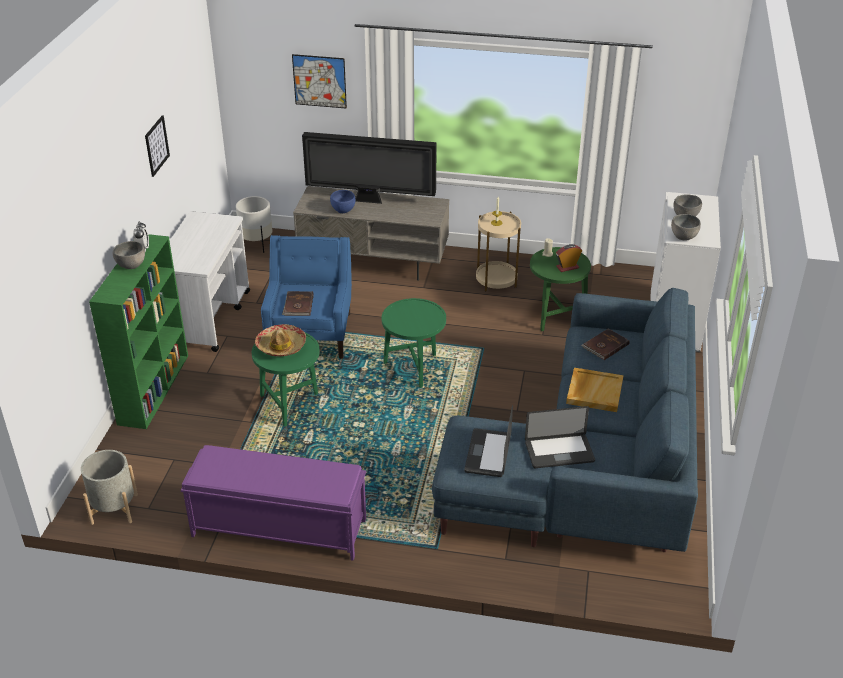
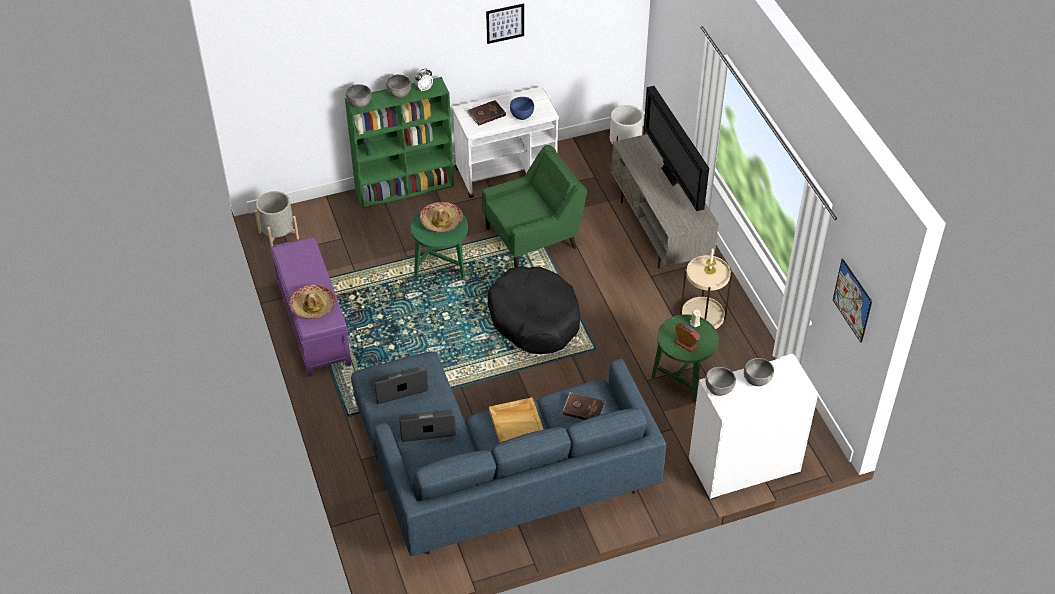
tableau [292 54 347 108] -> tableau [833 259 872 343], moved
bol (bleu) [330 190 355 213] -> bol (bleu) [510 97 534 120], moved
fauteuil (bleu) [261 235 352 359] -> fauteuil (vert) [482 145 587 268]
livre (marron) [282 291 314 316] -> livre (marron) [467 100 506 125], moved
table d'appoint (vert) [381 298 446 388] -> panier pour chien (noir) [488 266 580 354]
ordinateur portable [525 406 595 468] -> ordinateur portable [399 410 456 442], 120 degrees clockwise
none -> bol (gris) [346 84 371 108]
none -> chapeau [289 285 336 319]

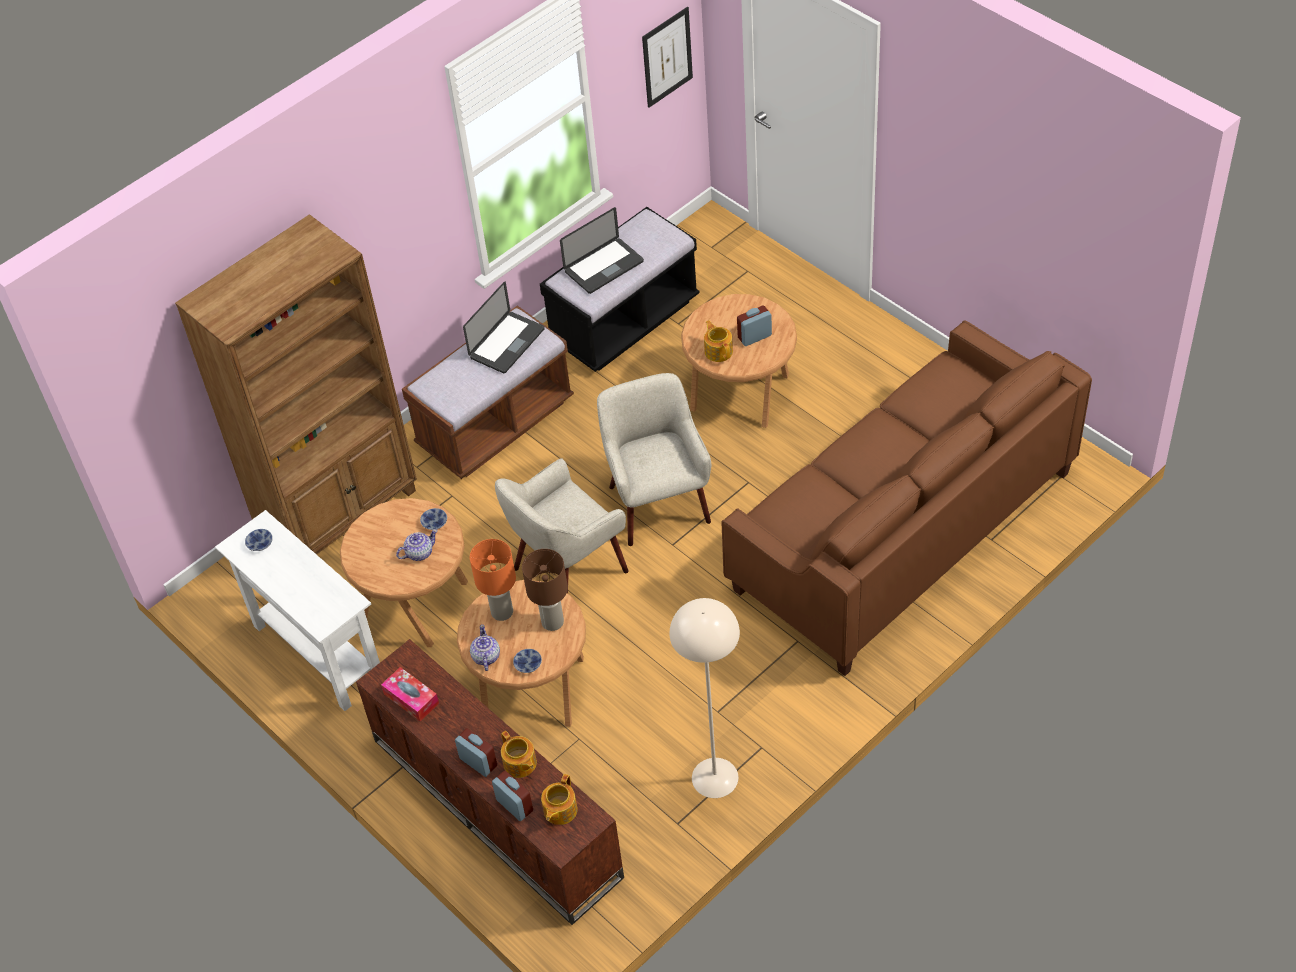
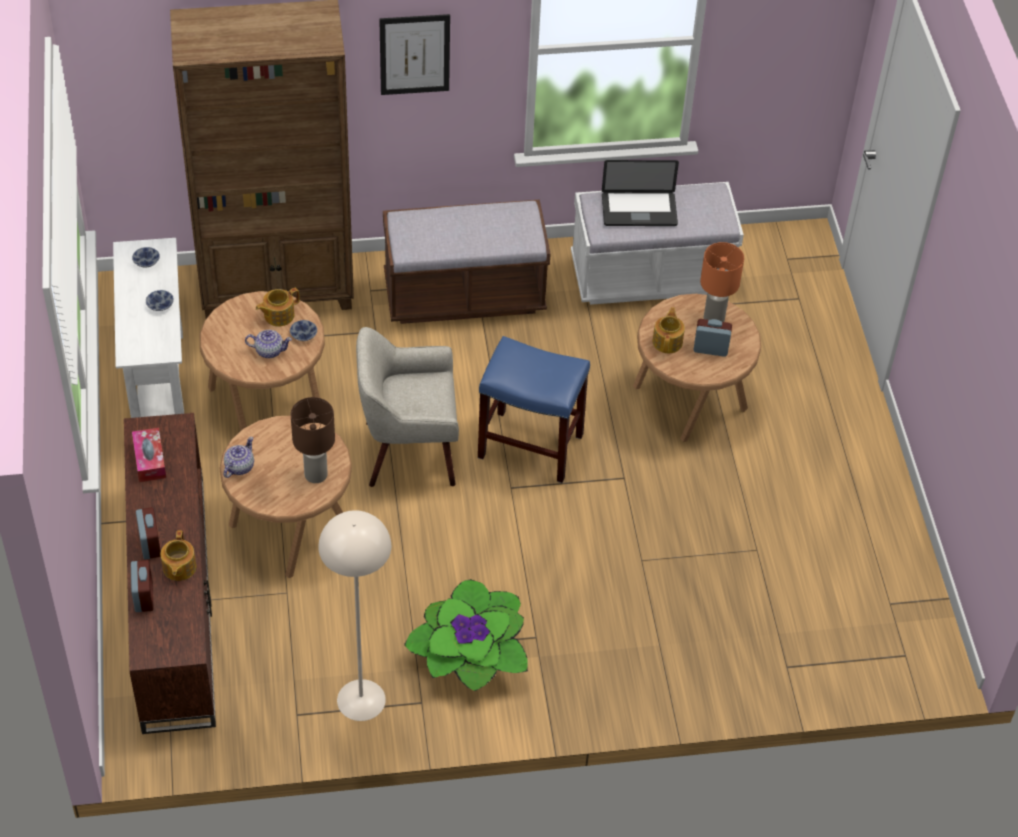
tableau [642 6 693 108] -> tableau [379 14 450 95], moved
banc (noir) [540 207 699 372] -> banc (blanc) [571 182 744 305]
ordinateur portable [463 282 545 373] -> none
canapé (marron) [722 320 1092 676] -> none
fauteuil (beige) [597 373 711 546] -> tabouret (bleu) [478 336 590 483]
lampe de table (orange) [470 539 516 621] -> lampe de table (orange) [700 242 744 322], moved
bol [513 649 542 673] -> bol [146 290 174 311], moved
théière [541 774 578 825] -> théière [256 288 300 326], moved
none -> plante en pot [404 579 528 691]

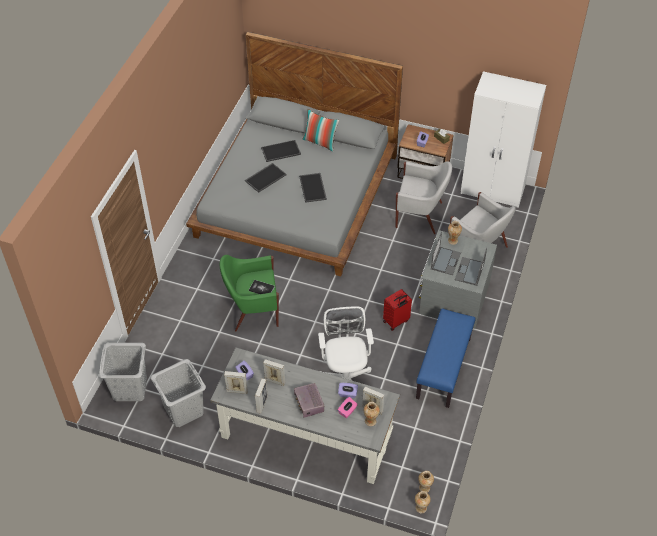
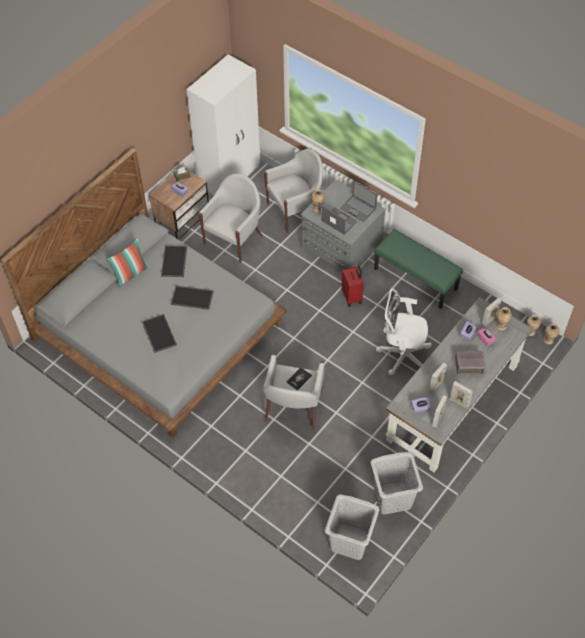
plateau [261 140 301 162] -> plateau [161 245 187 277], moved
fauteuil (vert) [220 255 279 332] -> fauteuil (blanc) [263 353 324 430]
banc (bleu) [416 309 476 408] -> banc (vert) [374 229 463 309]

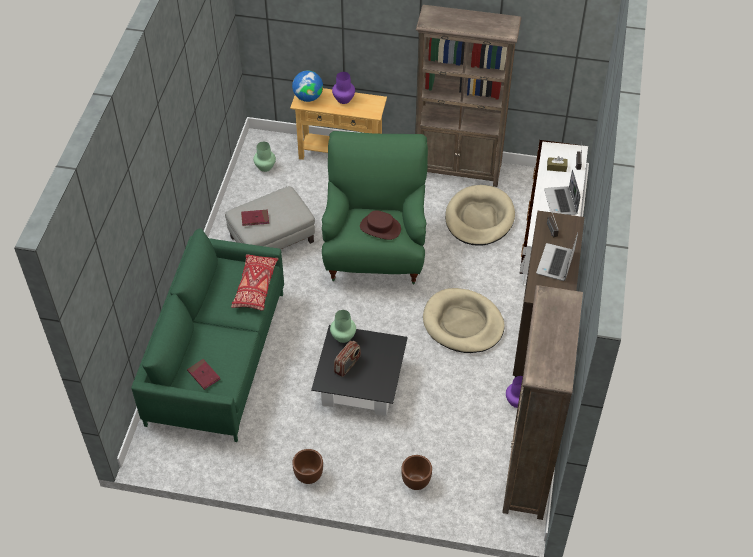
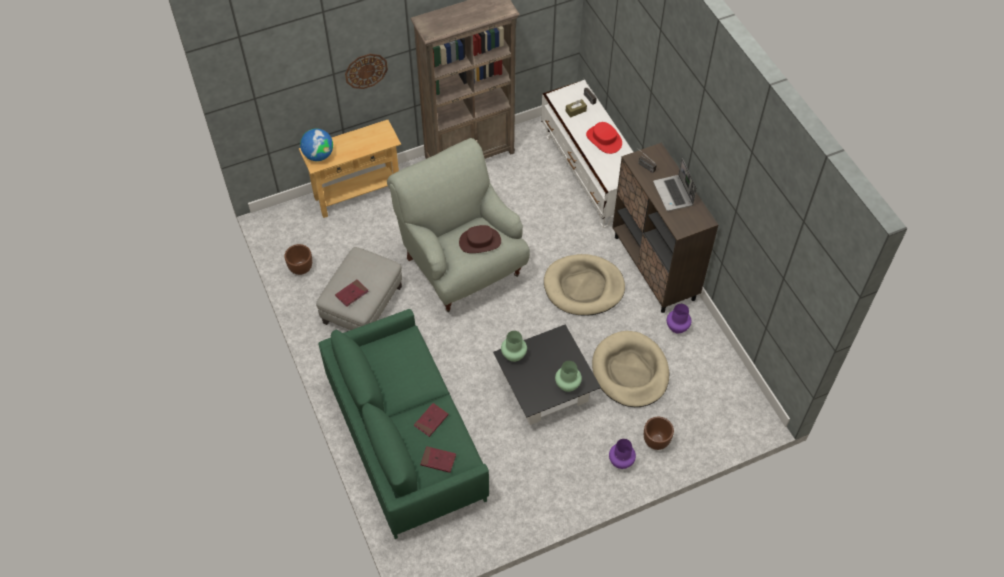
vase (violet) [332 72 355 104] -> vase (violet) [609 439 636 469], moved
fauteuil (vert) [322 131 428 284] -> fauteuil (gris) [387 138 530 312]
vase (vert) [253 142 276 172] -> vase (vert) [555 361 582 392], moved
ordinateur portable [544 169 581 215] -> chapeau (rouge) [586 122 622 154]
panier pour chien (beige) [445 185 515 246] -> panier pour chien (beige) [592 331 669 407], moved
coussin (rouge) [231 254 279 311] -> none
bibliothèque (marron) [502 285 583 520] -> none
radio [334 341 361 377] -> none
cache-pot (marron) [292 449 323 484] -> cache-pot (marron) [285 244 312 275], moved
none -> horloge murale [345 54 388 89]
none -> livre (rouge) [414 403 449 437]

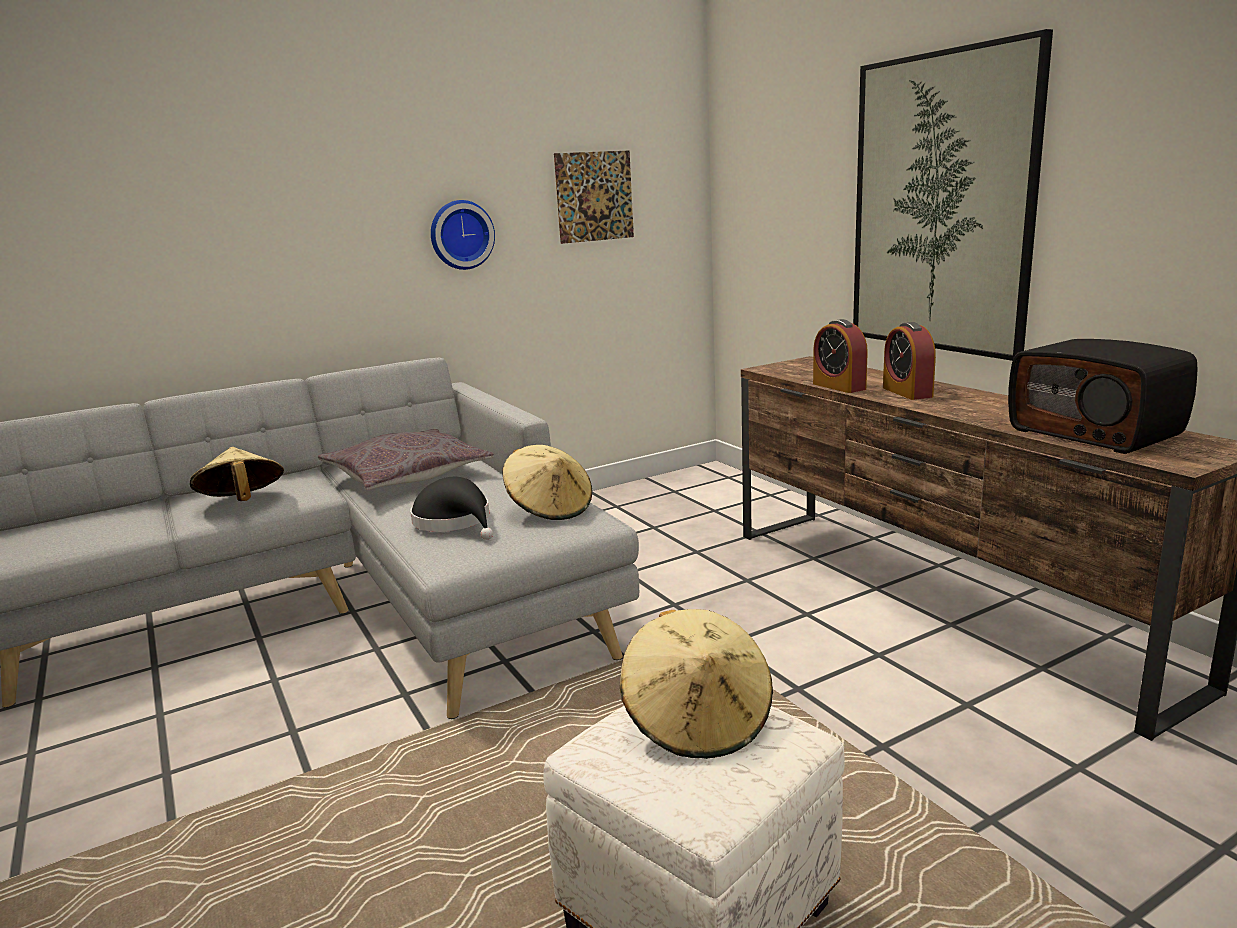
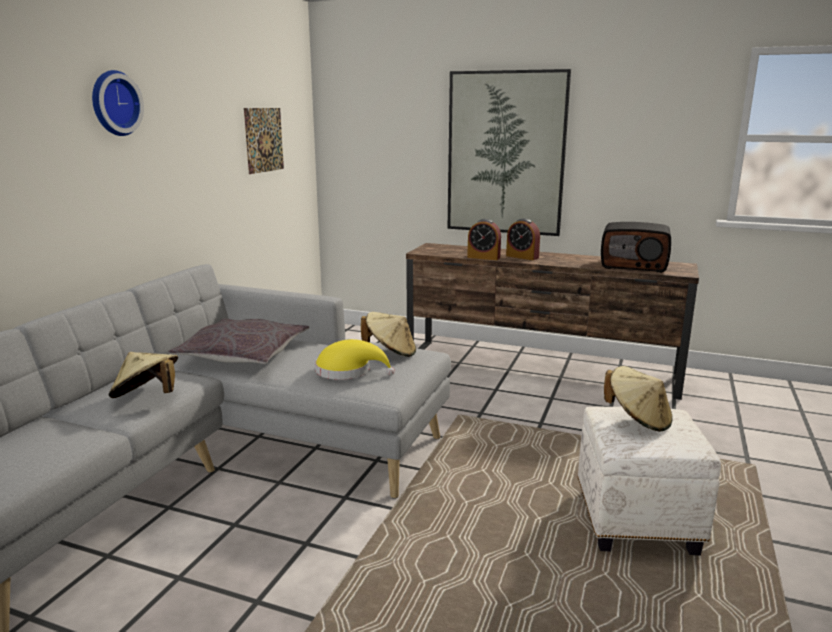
horloge murale [431 200 495 270] -> horloge murale [92 70 144 136], moved
chapeau (noir) [410 477 493 540] -> chapeau (jaune) [315 339 394 380]

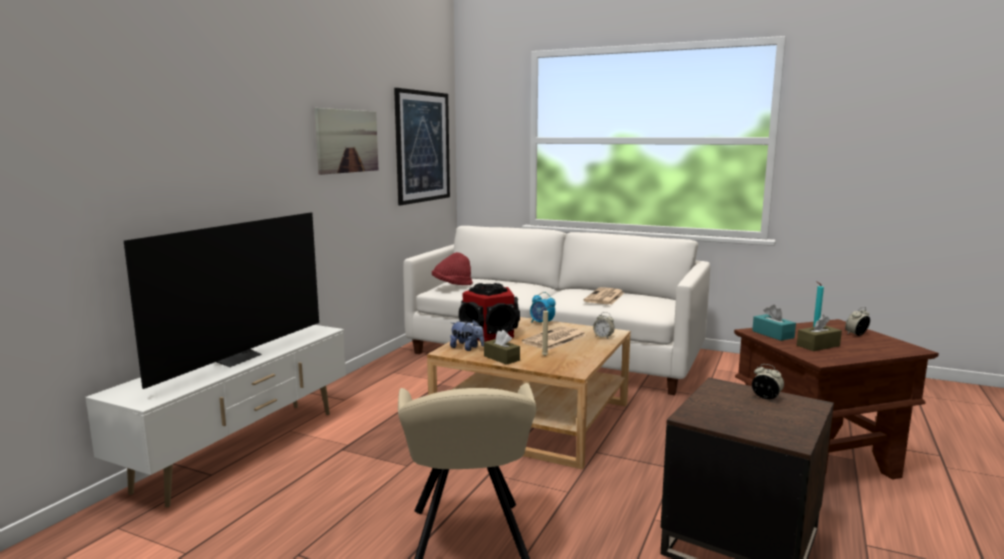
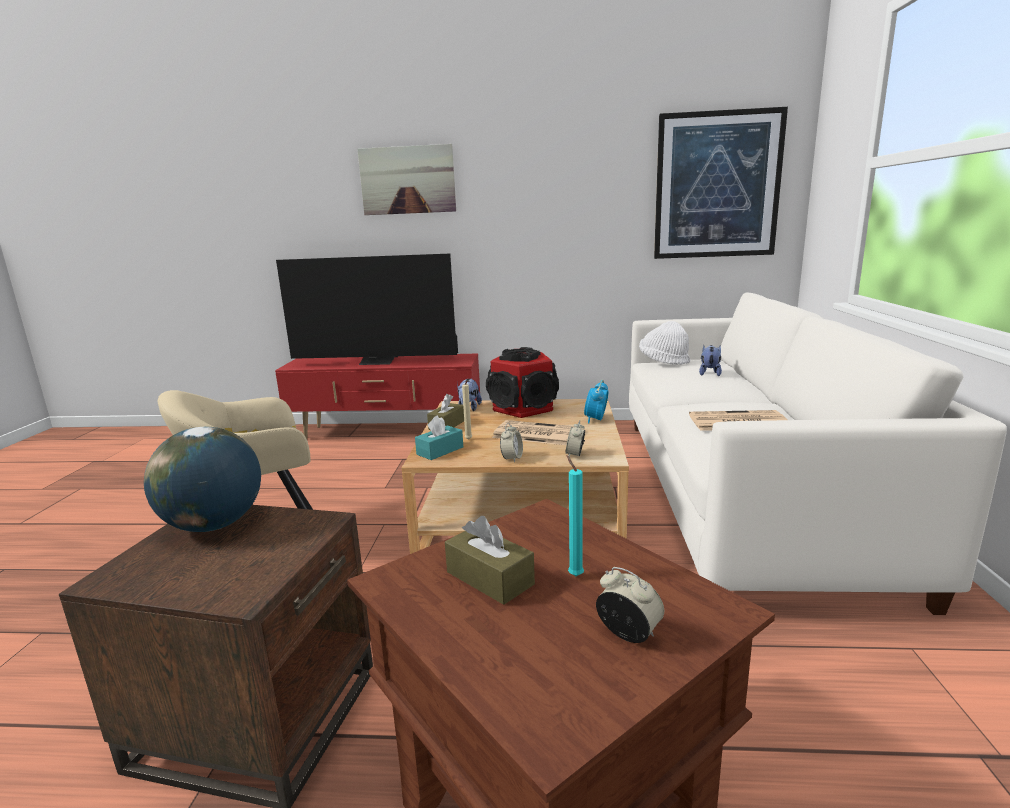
tableau [315 108 378 175] -> tableau [357 144 456 215], moved
chapeau (rouge) [432 252 473 285] -> chapeau (blanc) [639 321 690 365]
boîte à mouchoirs (turquoise) [752 305 796 341] -> boîte à mouchoirs (turquoise) [415 415 463 460], moved
meuble télé (blanc) [85 325 346 507] -> meuble télé (rouge) [275 353 480 439]
réveil [752 364 784 399] -> réveil [500 423 523 463], moved
none -> peluche [699 345 722 376]
none -> globe [144 427 261 532]

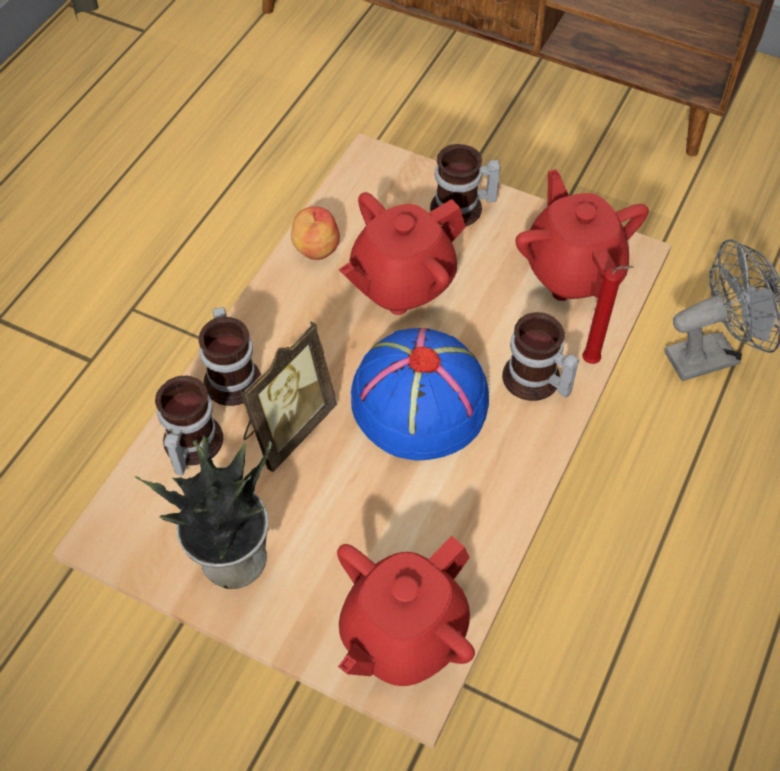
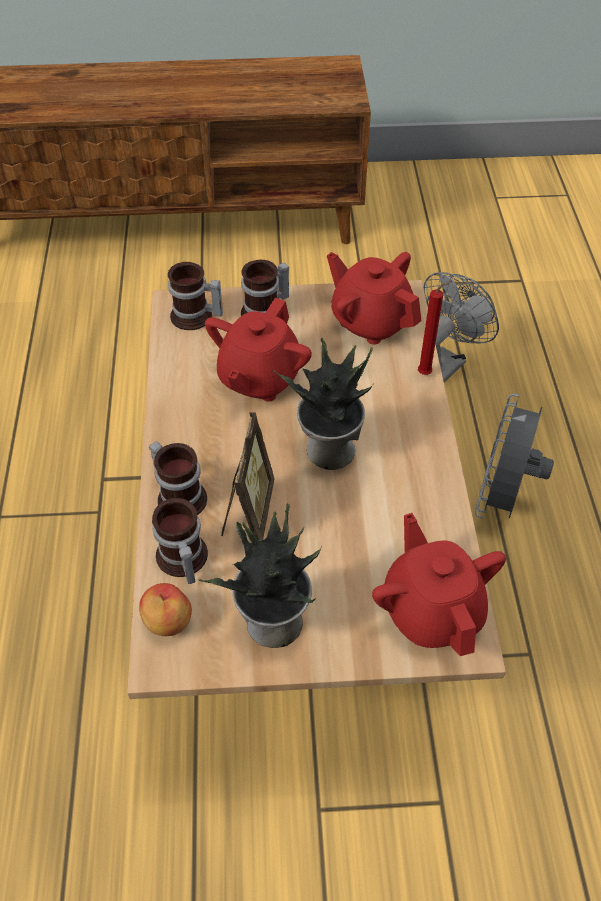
pomme [291 206 340 260] -> pomme [139 583 192 636], moved
mug [502 312 579 401] -> mug [168 262 223 330], moved
chapeau (bleu) [351 328 489 460] -> plante en pot [272 338 373 470]
théière (rouge) [337 536 475 686] -> théière (rouge) [372 513 506 656], 150 degrees clockwise
none -> ventilateur (gris) [475 394 554 519]

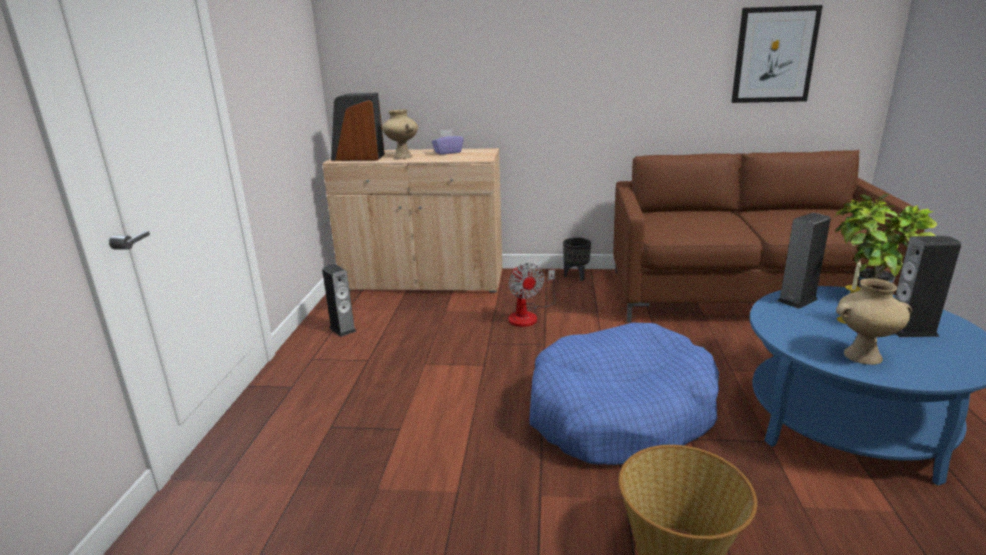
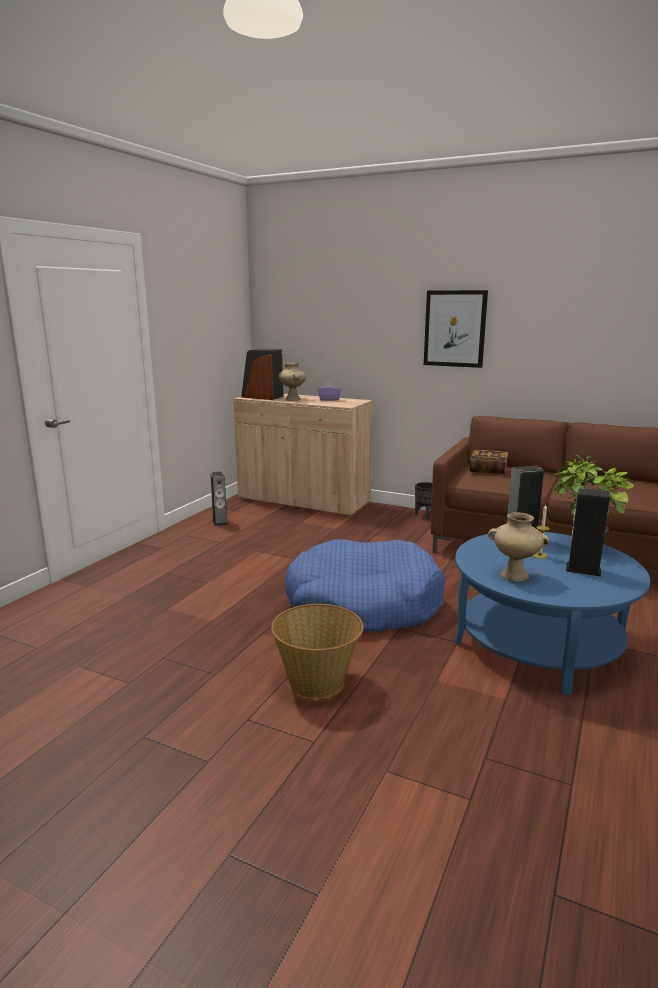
tableau [732 5 823 103] -> tableau [424 290 488 368], moved
ventilateur [508 263 555 327] -> none
none -> livre [470 449 508 474]

